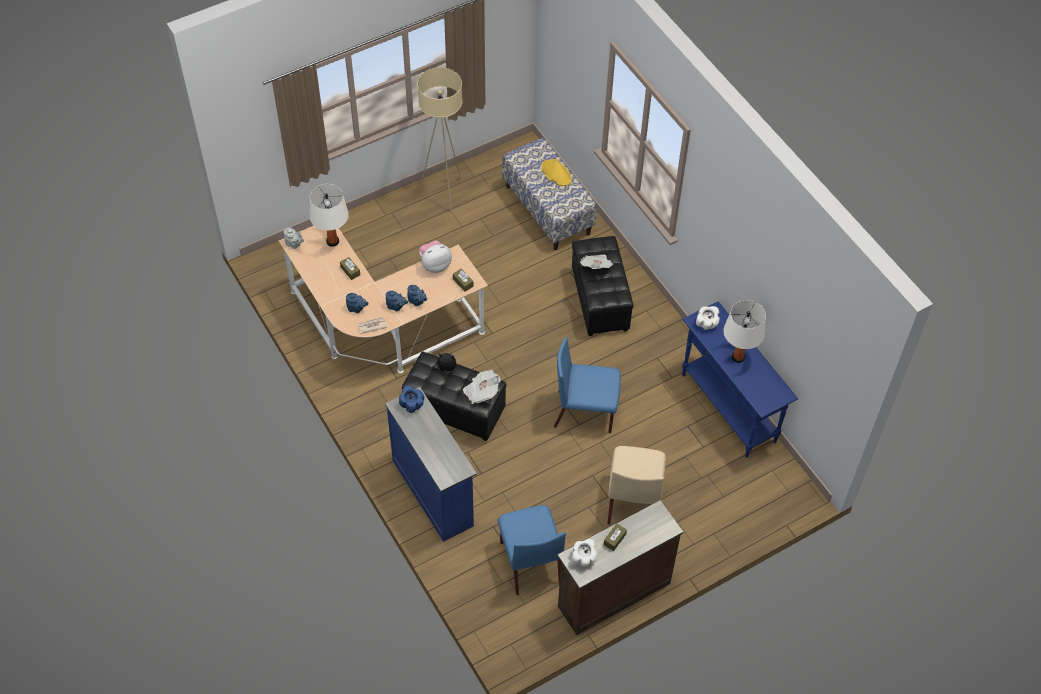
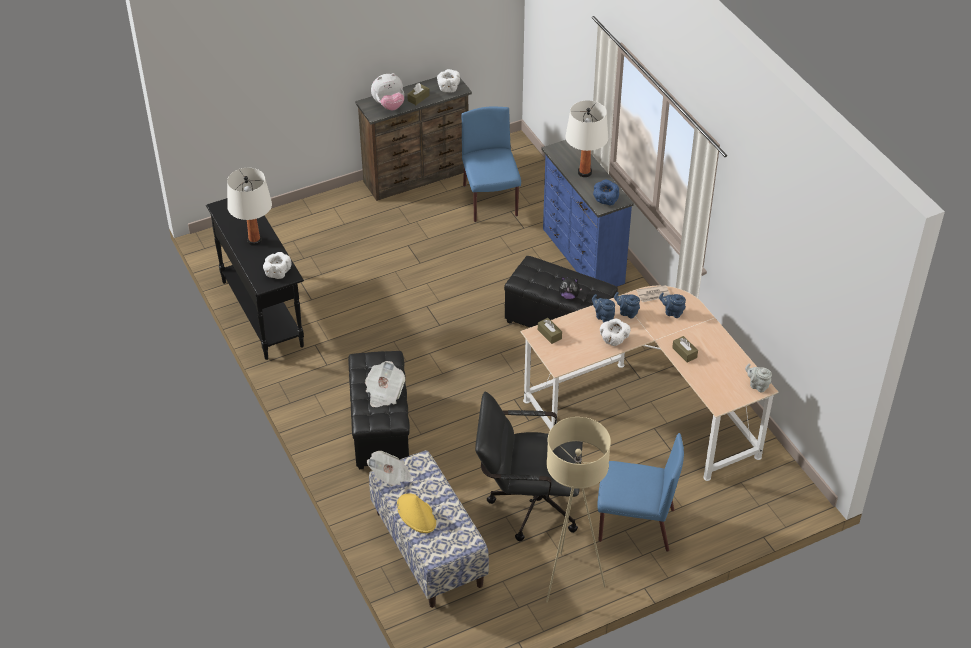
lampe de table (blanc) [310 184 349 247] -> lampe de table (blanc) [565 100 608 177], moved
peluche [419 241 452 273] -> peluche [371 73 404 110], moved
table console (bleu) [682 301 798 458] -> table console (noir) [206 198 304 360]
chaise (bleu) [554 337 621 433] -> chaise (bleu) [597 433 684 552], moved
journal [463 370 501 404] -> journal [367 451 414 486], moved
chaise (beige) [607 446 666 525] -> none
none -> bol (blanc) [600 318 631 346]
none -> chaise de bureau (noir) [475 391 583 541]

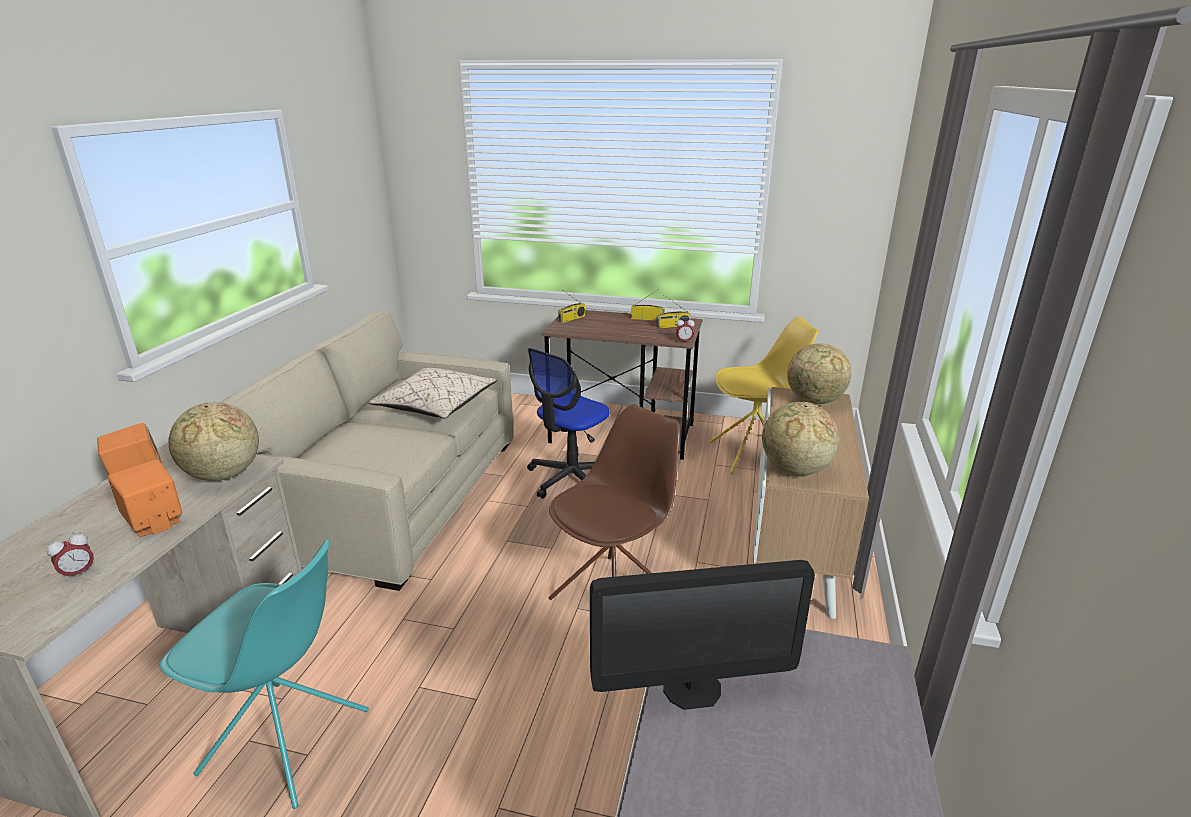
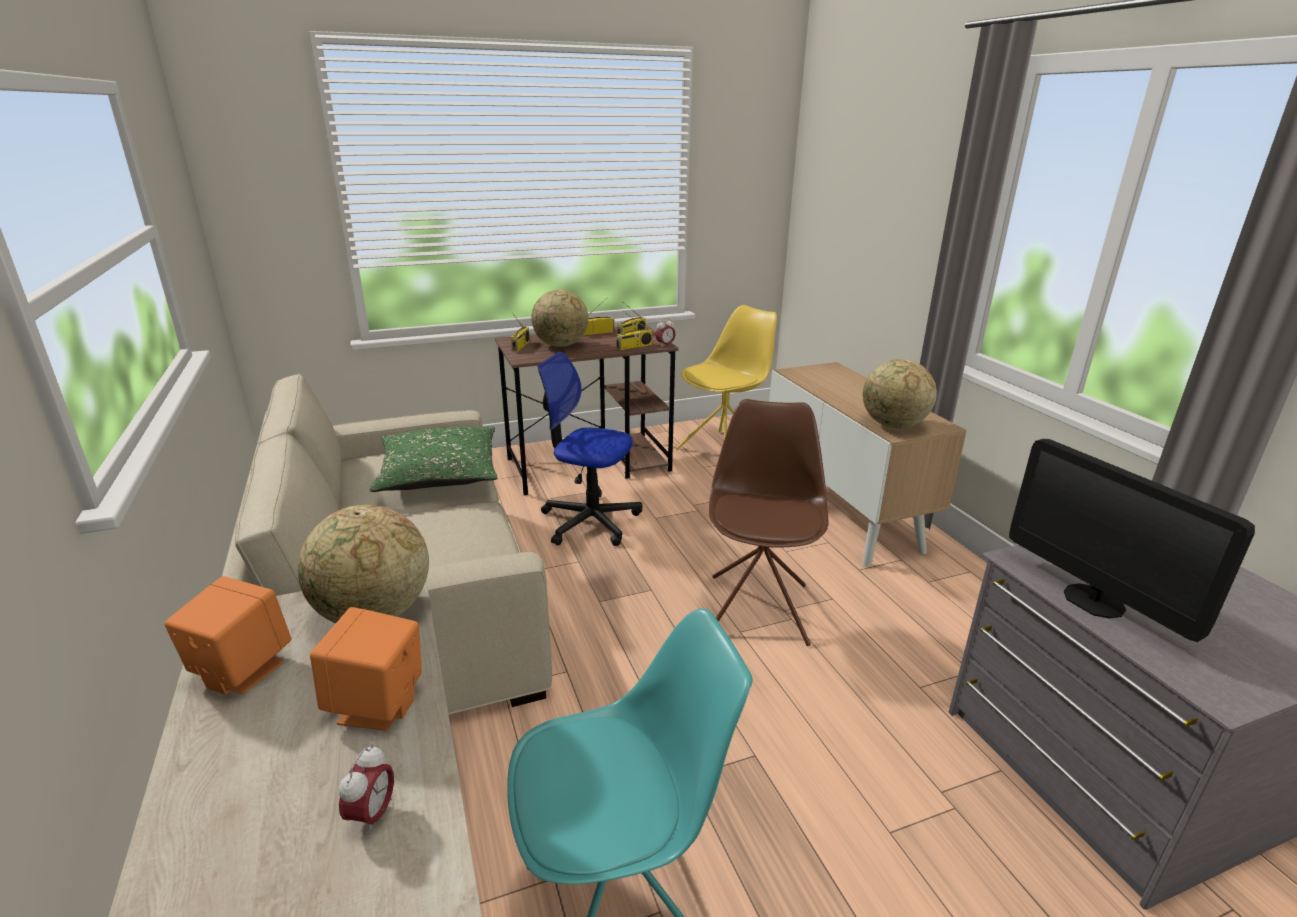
globe [787 343 852 404] -> globe [531 290 588 347], moved
chaise de bureau [527 348 610 499] -> chaise de bureau [538 352 643 546], 105 degrees clockwise
coussin (beige) [368 368 497 418] -> coussin (vert) [370 426 497 492]
écran d'ordinateur [590 560 815 710] -> écran d'ordinateur [1009 439 1255 642], 105 degrees clockwise
none -> radio [617 311 652 350]

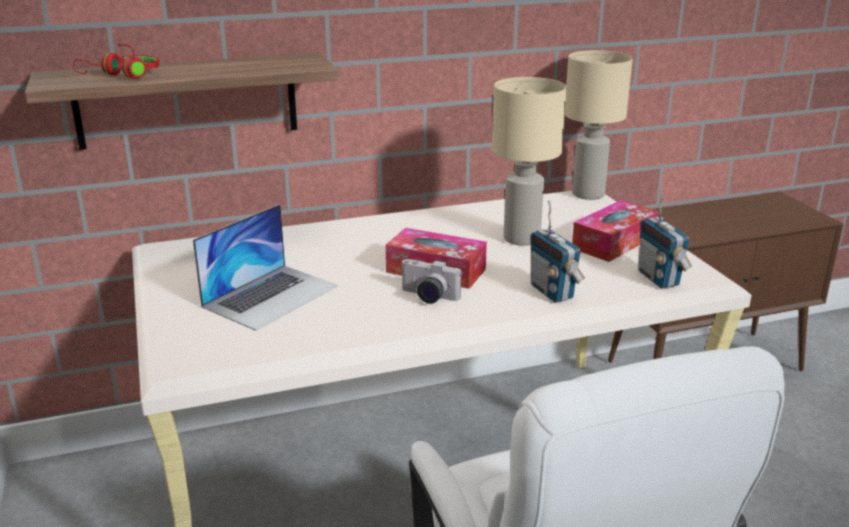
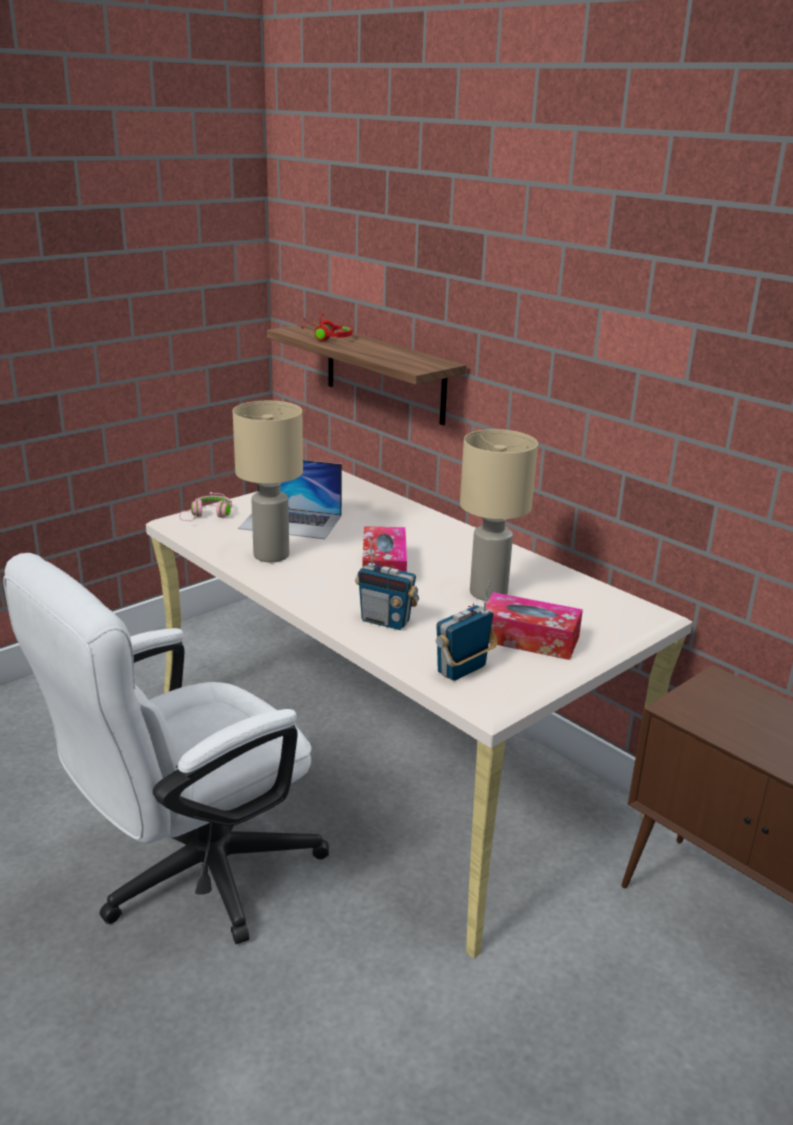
lampe de table (beige) [565 50 633 200] -> lampe de table (beige) [233 401 303 562], moved
radio [531 201 585 302] -> radio [355 537 419 630], 105 degrees counterclockwise
appareil photo [400 259 461 304] -> none
none -> casque audio (rose) [179 492 232 521]

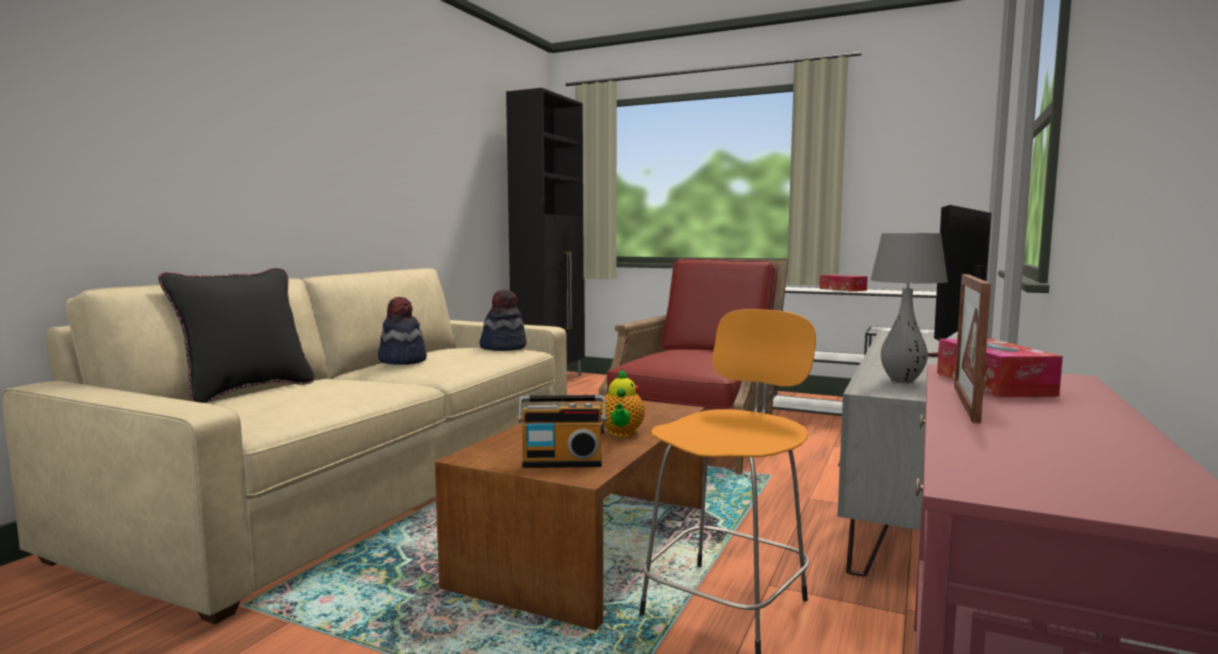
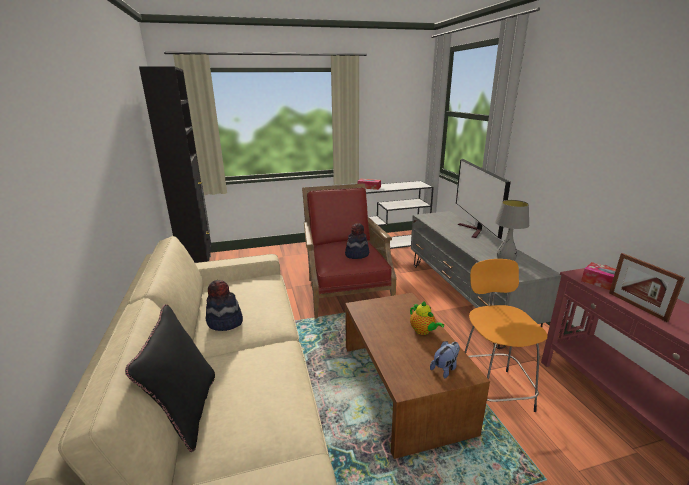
chapeau [479 289 527 351] -> chapeau [345 223 369 259], moved
radio [518 395 606 468] -> peluche [430 341 460 378]

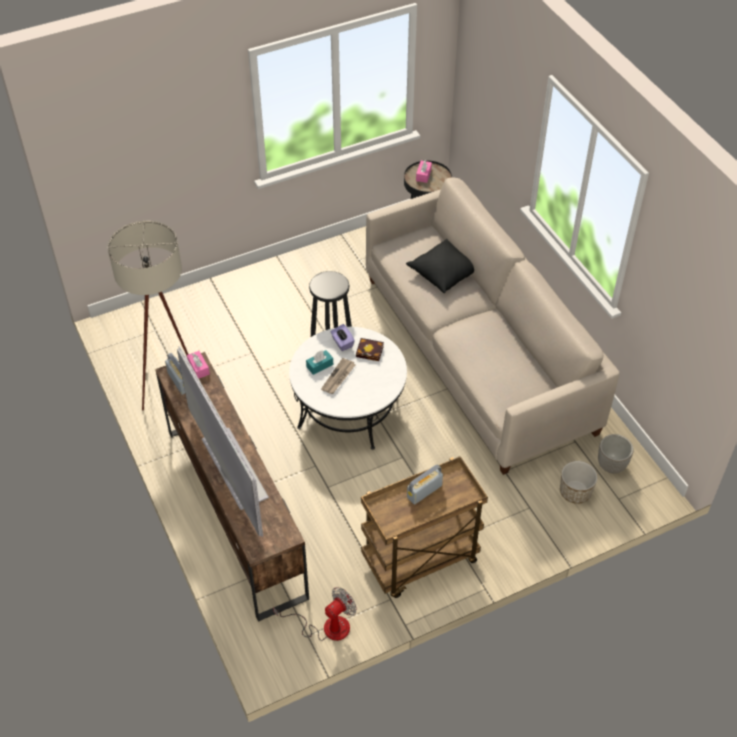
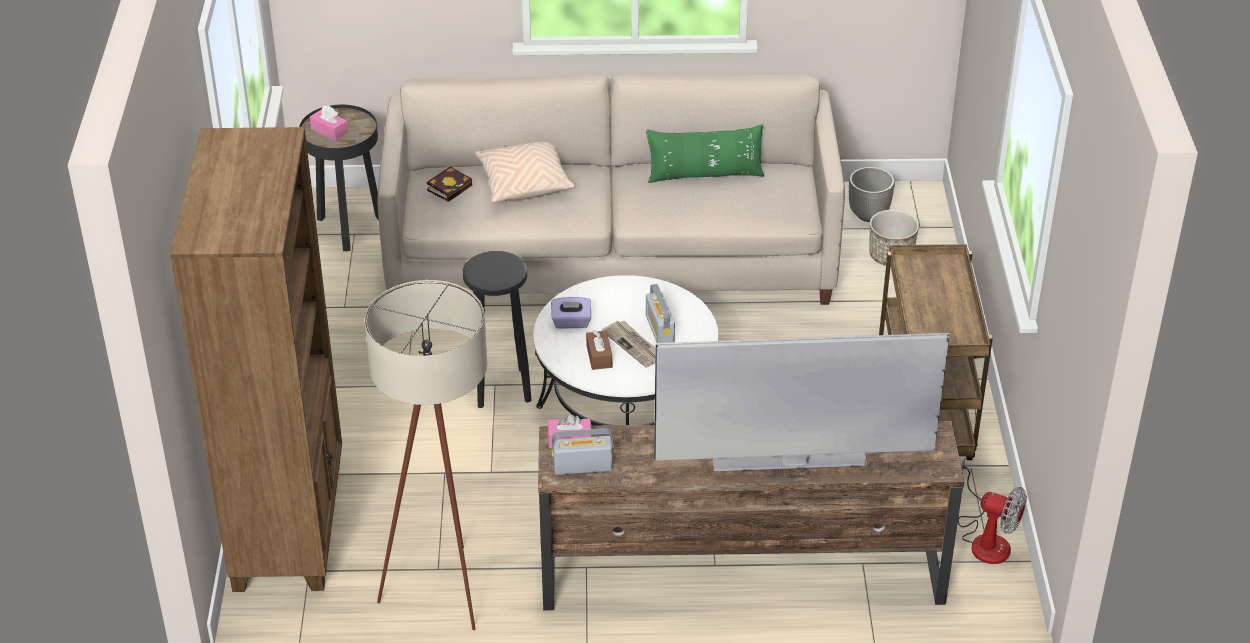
coussin (noir) [406 239 474 293] -> coussin (beige) [475 142 575 202]
livre [356 338 384 361] -> livre [427 166 472 202], moved
boîte à mouchoirs (turquoise) [306 350 333 375] -> boîte à mouchoirs (marron) [586 330 612 370]
radio [407 464 443 505] -> radio [646 284 675 343], moved
ventilateur [273 587 357 641] -> ventilateur [958 457 1027 564], 135 degrees clockwise
none -> coussin (vert) [646 124 764 183]
none -> bibliothèque (marron) [170 127 342 592]

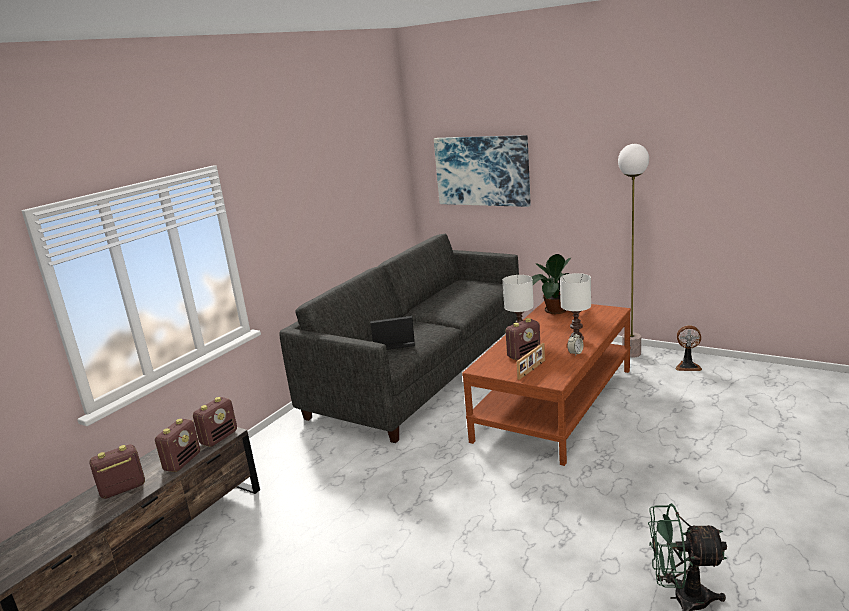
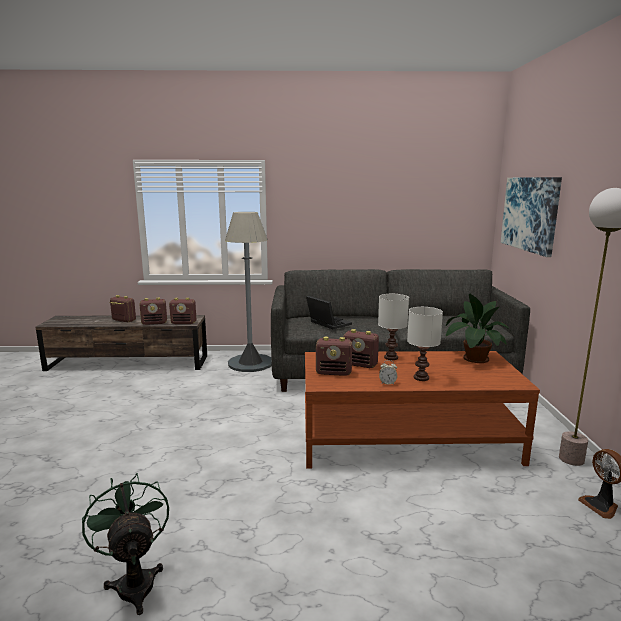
cadre photo [517 343 545 380] -> radio [316 337 352 376]
none -> lampadaire (gris) [225 212 272 372]

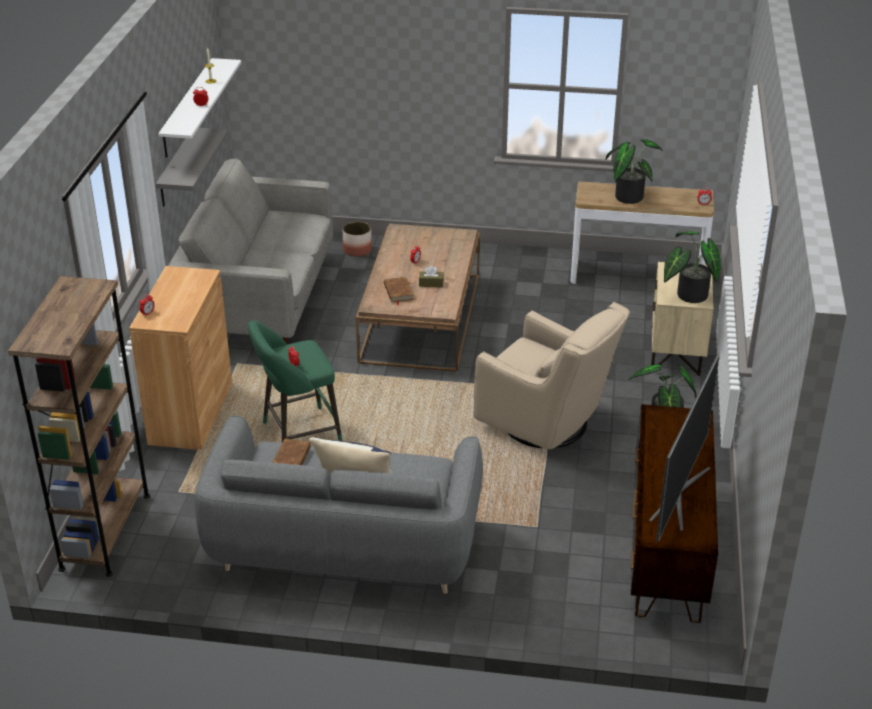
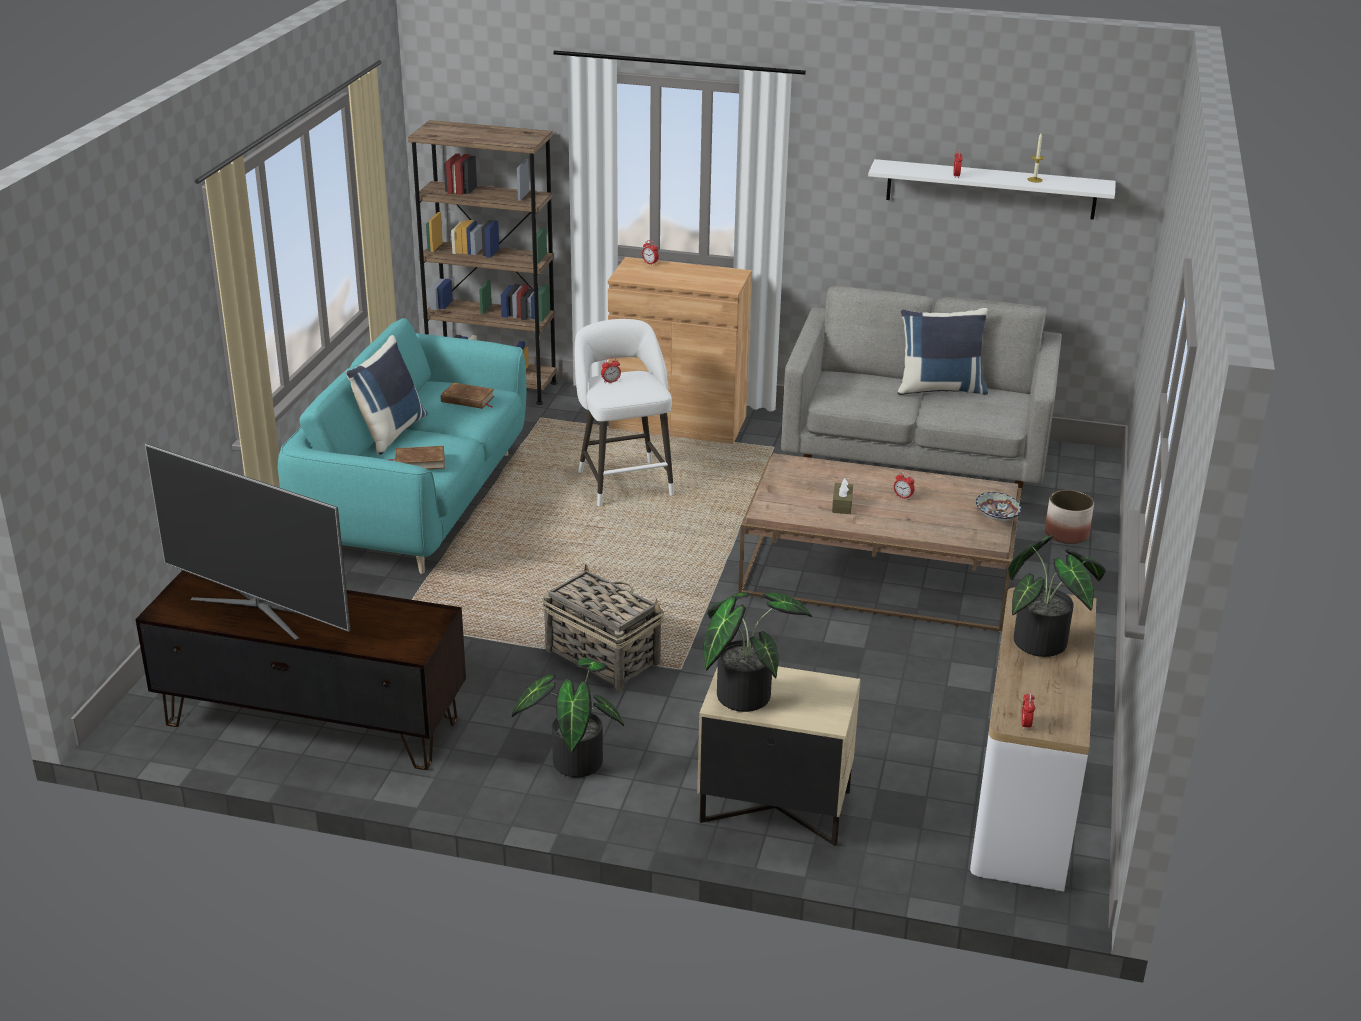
étagère (gris) [156 128 228 207] -> none
livre (marron) [384 277 414 305] -> livre (marron) [387 446 445 469], moved
fauteuil (beige) [474 302 630 450] -> panier [542 563 664 690]
tabouret (vert) [248 320 342 442] -> tabouret (blanc) [575 319 674 506]
canapé (gris) [195 415 483 594] -> canapé (turquoise) [278 318 526 574]
none -> coussin (bleu) [897 308 988 395]
none -> bol [976 492 1022 521]

